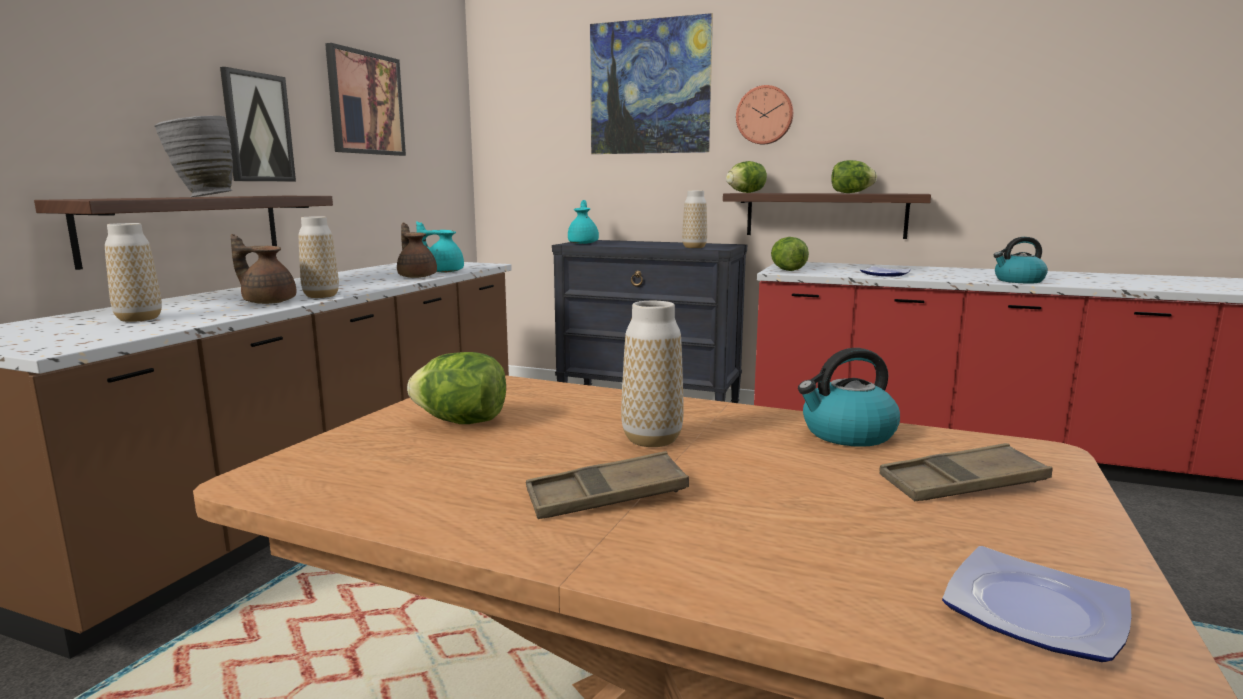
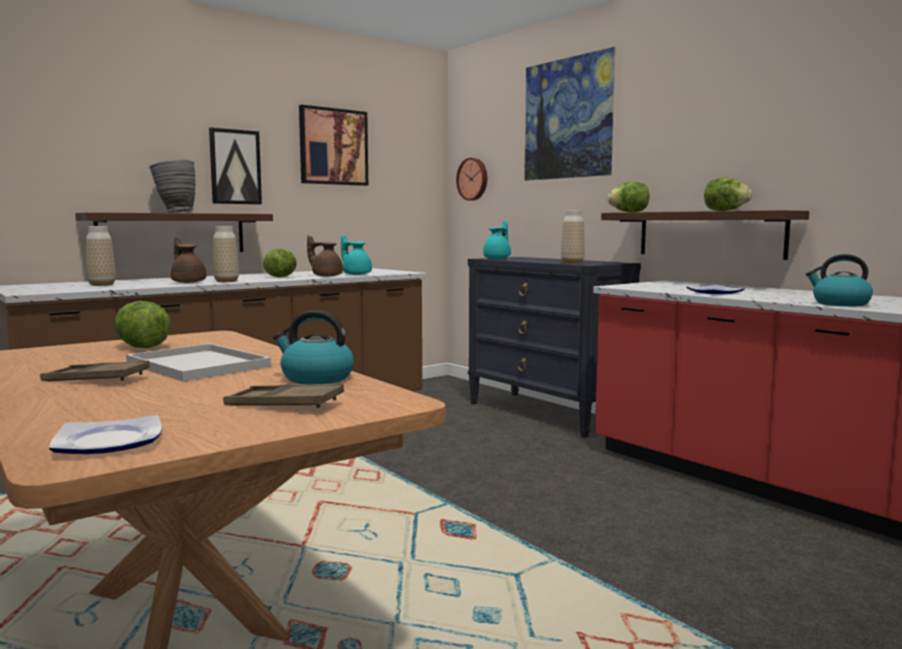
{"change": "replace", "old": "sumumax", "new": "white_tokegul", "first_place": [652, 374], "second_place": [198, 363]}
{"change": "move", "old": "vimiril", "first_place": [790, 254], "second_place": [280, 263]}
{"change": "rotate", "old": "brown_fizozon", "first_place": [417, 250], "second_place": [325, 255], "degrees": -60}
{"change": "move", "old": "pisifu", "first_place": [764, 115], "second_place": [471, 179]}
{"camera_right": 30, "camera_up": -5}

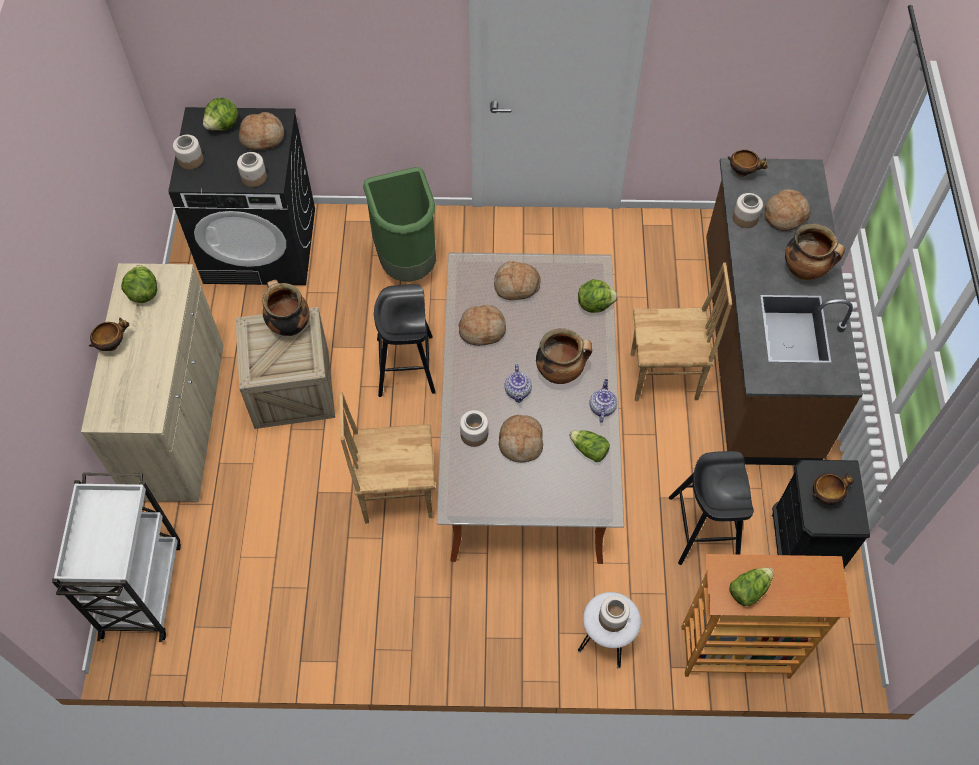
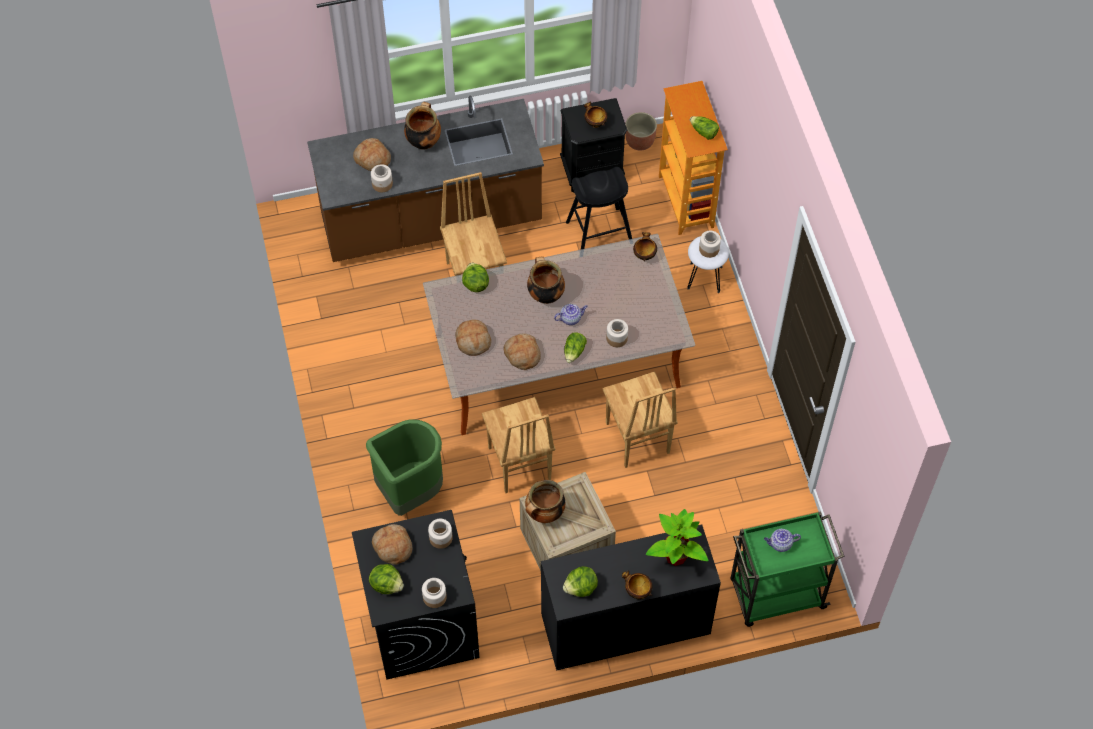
{"change": "replace", "old": "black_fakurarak", "new": "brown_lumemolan", "first_place": [405, 340], "second_place": [518, 445]}
{"change": "recolor", "old": "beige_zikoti", "new": "black_zikoti", "first_place": [152, 382], "second_place": [631, 597]}
{"change": "move", "old": "vimiril", "first_place": [589, 446], "second_place": [575, 347]}
{"change": "insert", "new": "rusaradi", "second_place": [641, 131]}
{"change": "move", "old": "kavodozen", "first_place": [748, 163], "second_place": [645, 246]}
{"change": "insert", "new": "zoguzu", "second_place": [677, 537]}
{"change": "recolor", "old": "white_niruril", "new": "green_niruril", "first_place": [116, 557], "second_place": [787, 569]}
{"change": "move", "old": "fizozon", "first_place": [603, 401], "second_place": [782, 540]}
{"change": "delete", "old": "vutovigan", "first_place": [521, 439]}
{"camera_right": -105, "camera_up": 0}

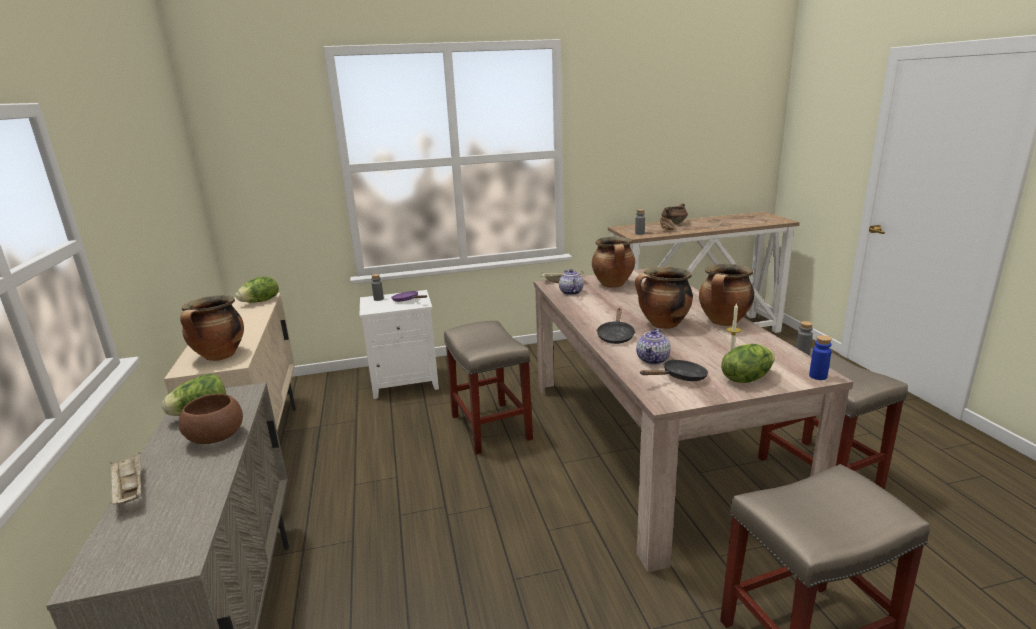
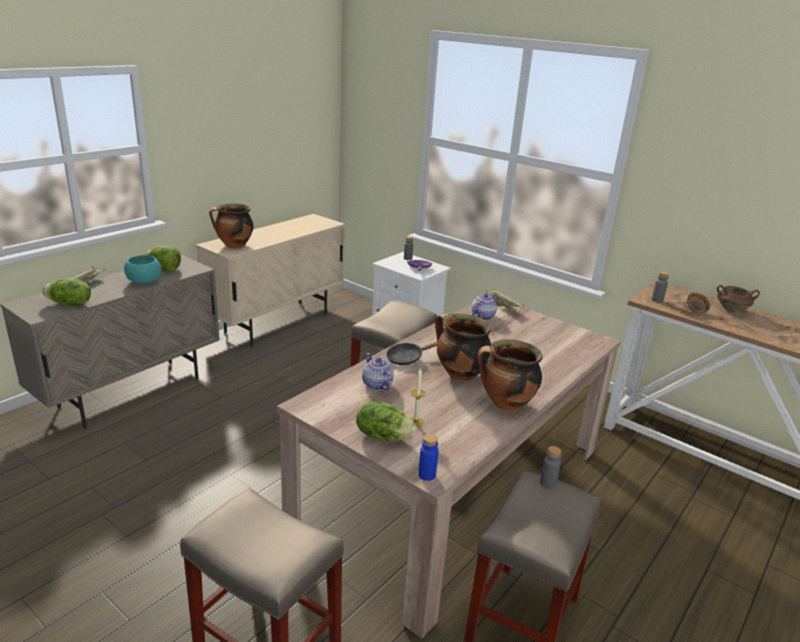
{"change": "move", "old": "vimiril", "first_place": [257, 290], "second_place": [66, 292]}
{"change": "recolor", "old": "brown_kavodozen", "new": "turquoise_kavodozen", "first_place": [211, 419], "second_place": [142, 269]}
{"change": "rotate", "old": "fizozon", "first_place": [653, 346], "second_place": [378, 371], "degrees": 75}
{"change": "delete", "old": "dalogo", "first_place": [613, 262]}
{"change": "delete", "old": "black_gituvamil", "first_place": [674, 370]}
{"camera_right": 50, "camera_up": 5}

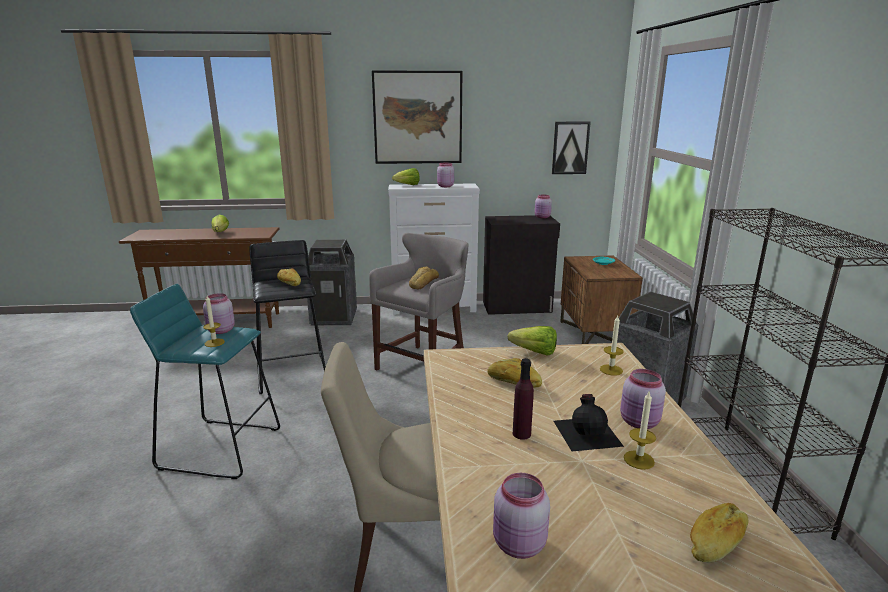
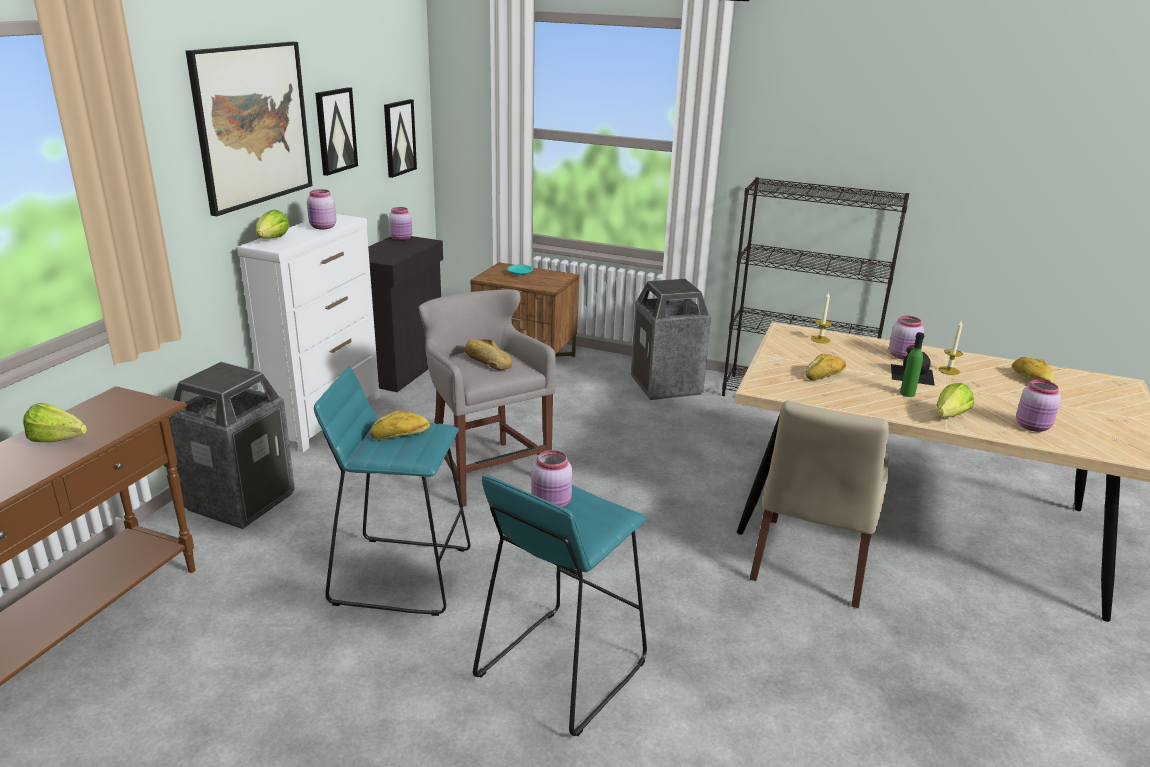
{"change": "recolor", "old": "black_fakurarak", "new": "turquoise_fakurarak", "first_place": [287, 317], "second_place": [392, 491]}
{"change": "insert", "new": "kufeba", "second_place": [336, 131]}
{"change": "recolor", "old": "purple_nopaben", "new": "green_nopaben", "first_place": [523, 399], "second_place": [912, 364]}
{"change": "move", "old": "vimiril", "first_place": [532, 341], "second_place": [955, 400]}
{"change": "delete", "old": "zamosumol", "first_place": [214, 321]}
{"camera_right": -65, "camera_up": 5}

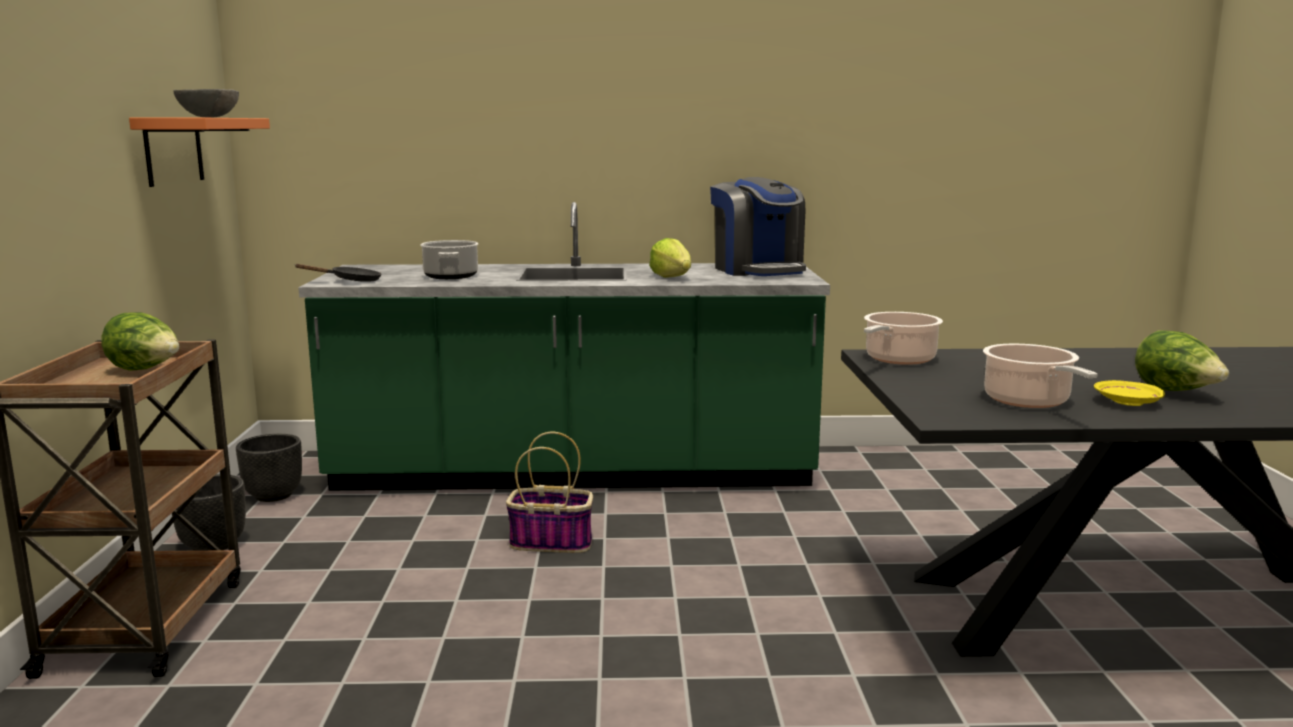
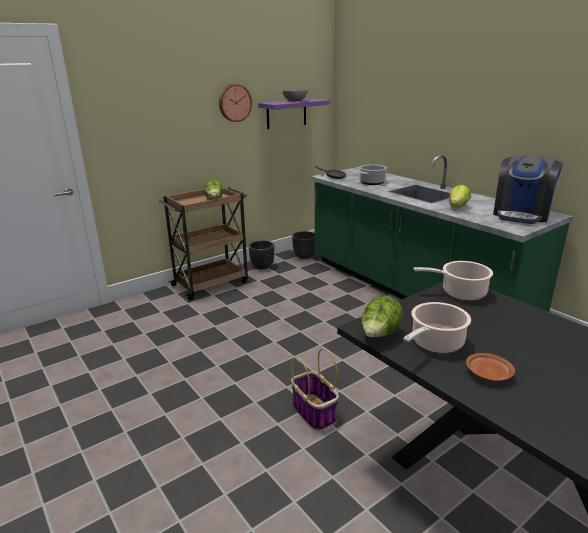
{"change": "insert", "new": "pisifu", "second_place": [235, 103]}
{"change": "recolor", "old": "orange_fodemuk", "new": "purple_fodemuk", "first_place": [199, 152], "second_place": [294, 114]}
{"change": "move", "old": "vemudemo", "first_place": [549, 492], "second_place": [315, 389]}
{"change": "move", "old": "vimiril", "first_place": [1182, 361], "second_place": [382, 316]}
{"change": "recolor", "old": "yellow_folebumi", "new": "brown_folebumi", "first_place": [1129, 393], "second_place": [490, 367]}
{"camera_right": 55, "camera_up": 10}

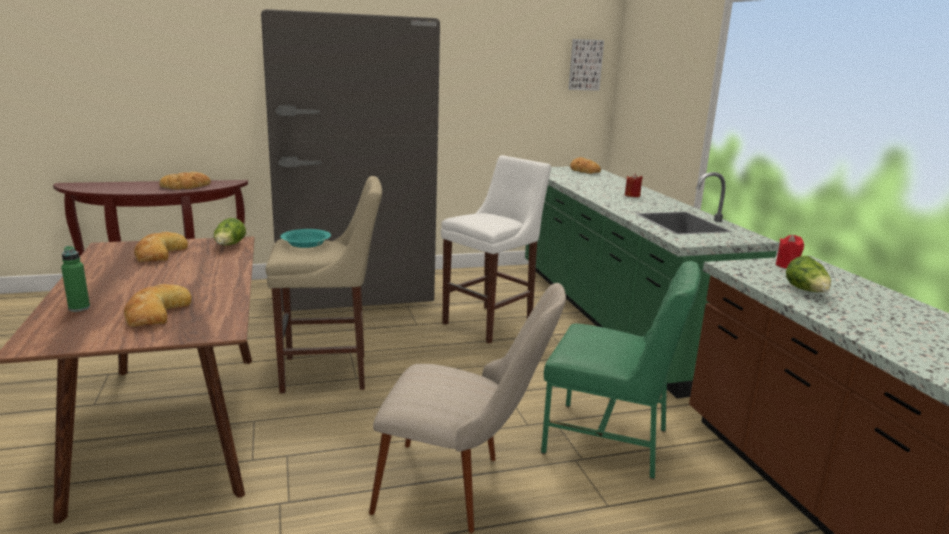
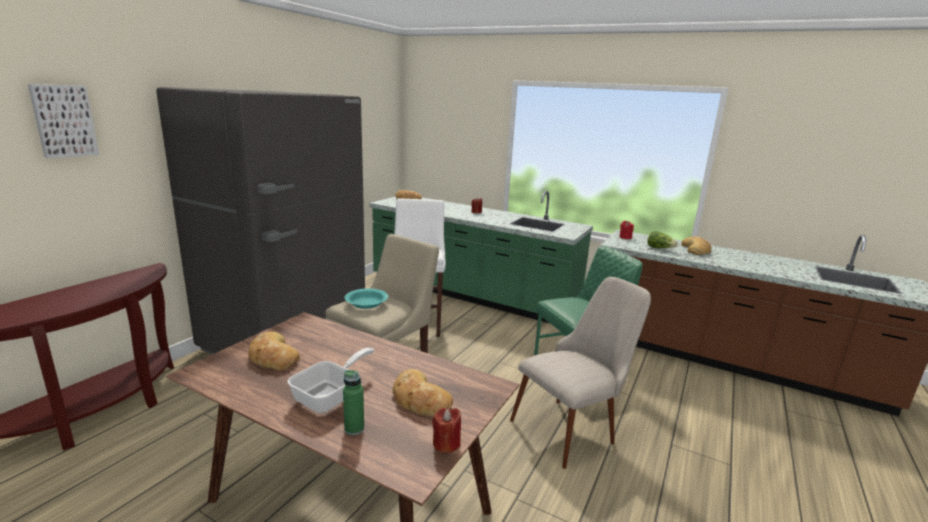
{"change": "move", "old": "kufeba", "first_place": [586, 65], "second_place": [63, 121]}
{"change": "insert", "new": "gituvamil", "second_place": [331, 380]}
{"change": "insert", "new": "red_zamosumol", "second_place": [446, 430]}
{"change": "move", "old": "vutovigan", "first_place": [185, 181], "second_place": [696, 245]}
{"change": "delete", "old": "vimiril", "first_place": [229, 232]}
{"camera_right": -45, "camera_up": 0}

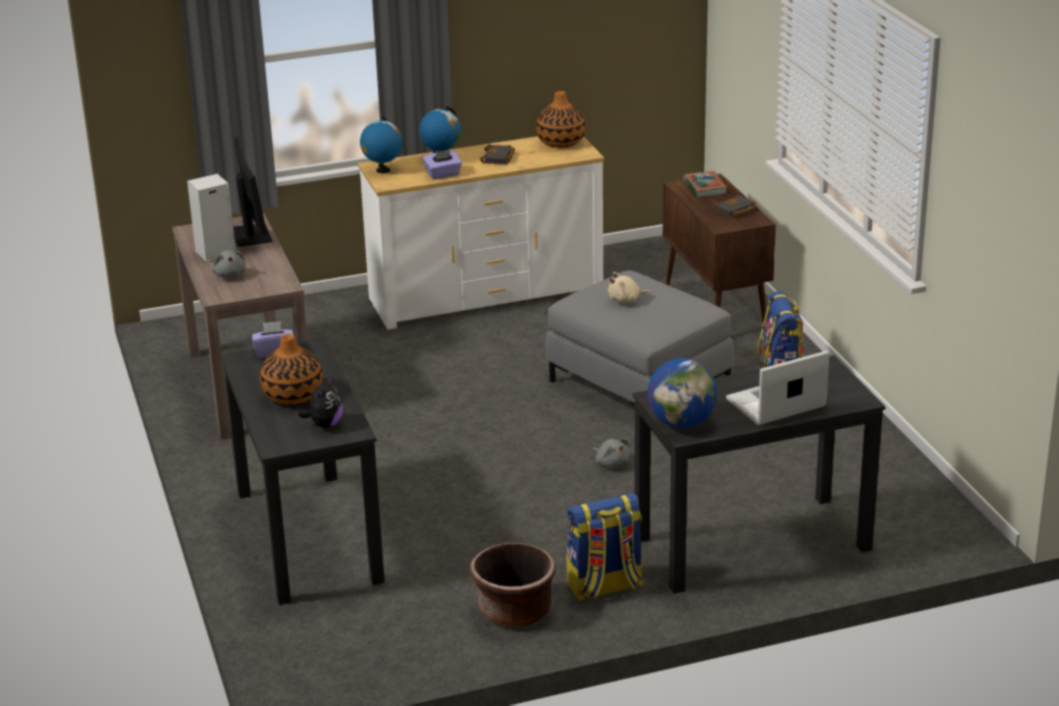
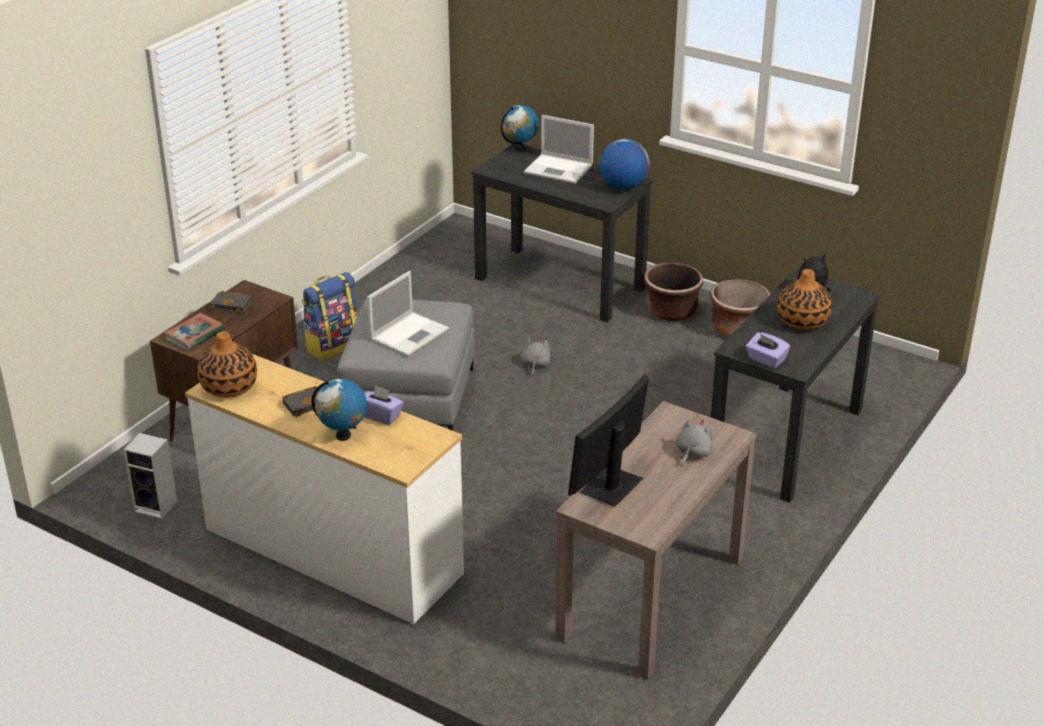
{"change": "move", "old": "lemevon", "first_place": [211, 218], "second_place": [150, 476]}
{"change": "replace", "old": "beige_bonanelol", "new": "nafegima", "first_place": [629, 288], "second_place": [408, 314]}
{"change": "move", "old": "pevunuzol", "first_place": [381, 144], "second_place": [520, 128]}
{"change": "replace", "old": "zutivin", "new": "brown_rusaradi", "first_place": [604, 547], "second_place": [673, 292]}
{"camera_right": -130, "camera_up": 5}

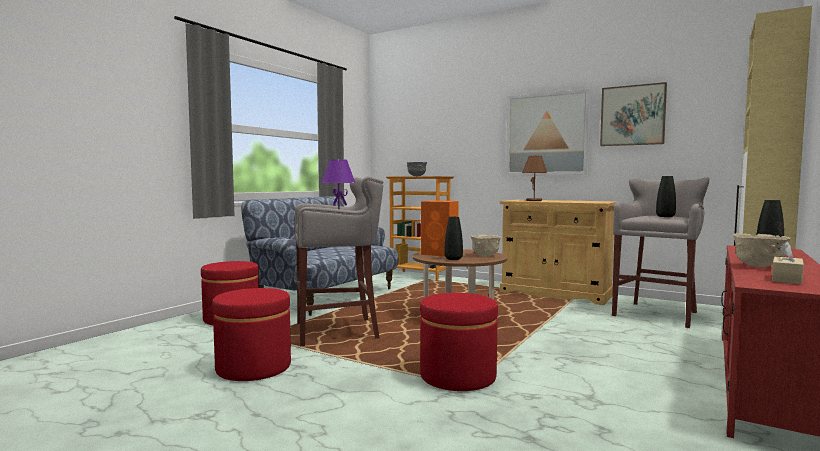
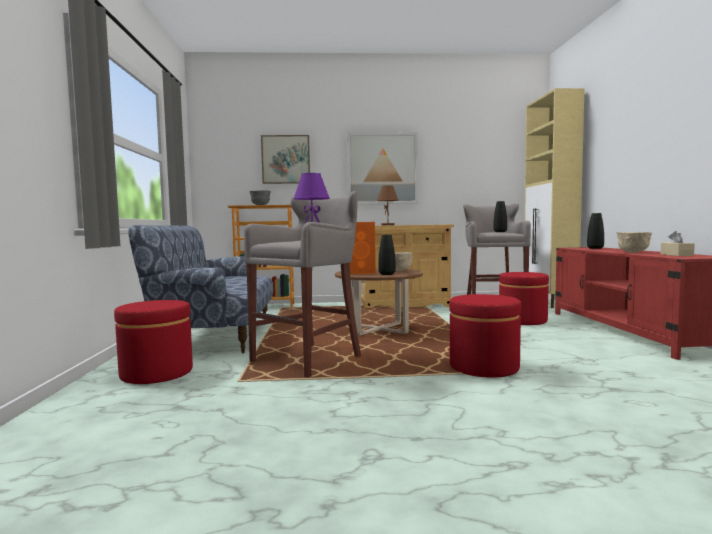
{"change": "move", "old": "kufeba", "first_place": [633, 114], "second_place": [285, 159]}
{"change": "move", "old": "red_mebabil", "first_place": [251, 334], "second_place": [524, 298]}
{"camera_right": -35, "camera_up": 0}

